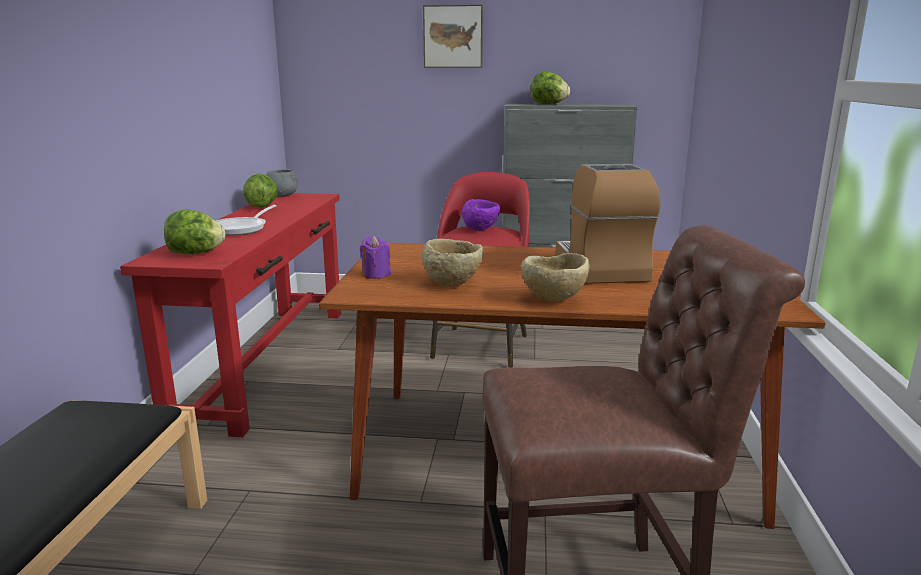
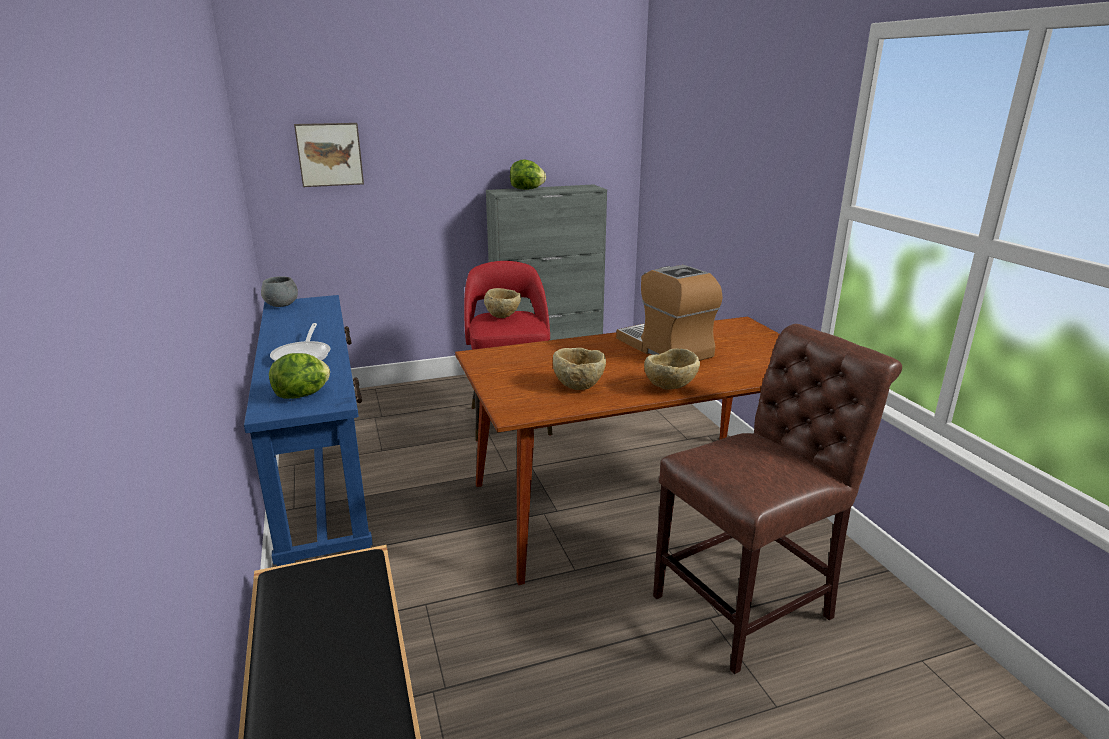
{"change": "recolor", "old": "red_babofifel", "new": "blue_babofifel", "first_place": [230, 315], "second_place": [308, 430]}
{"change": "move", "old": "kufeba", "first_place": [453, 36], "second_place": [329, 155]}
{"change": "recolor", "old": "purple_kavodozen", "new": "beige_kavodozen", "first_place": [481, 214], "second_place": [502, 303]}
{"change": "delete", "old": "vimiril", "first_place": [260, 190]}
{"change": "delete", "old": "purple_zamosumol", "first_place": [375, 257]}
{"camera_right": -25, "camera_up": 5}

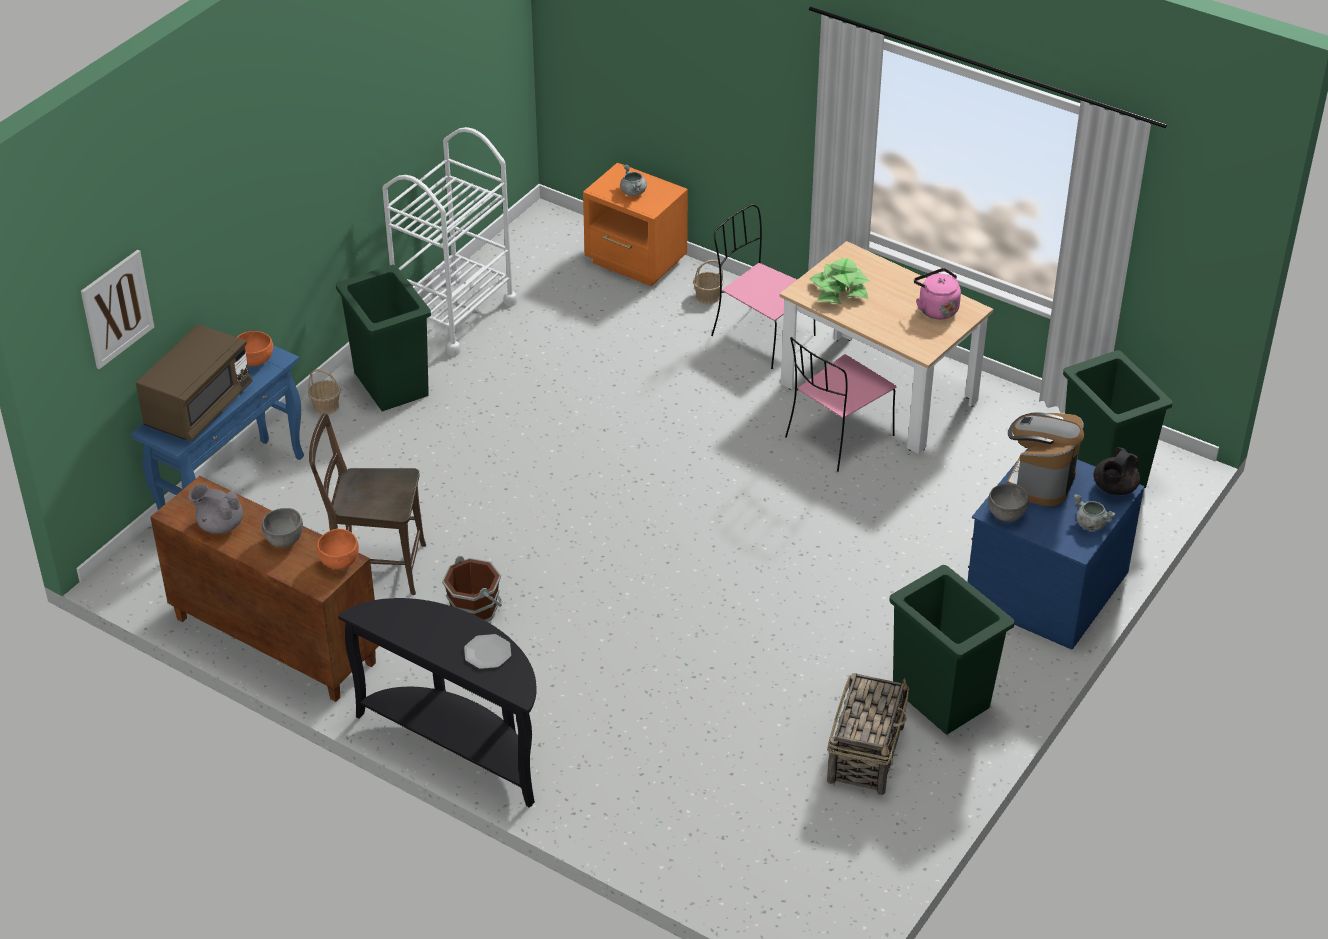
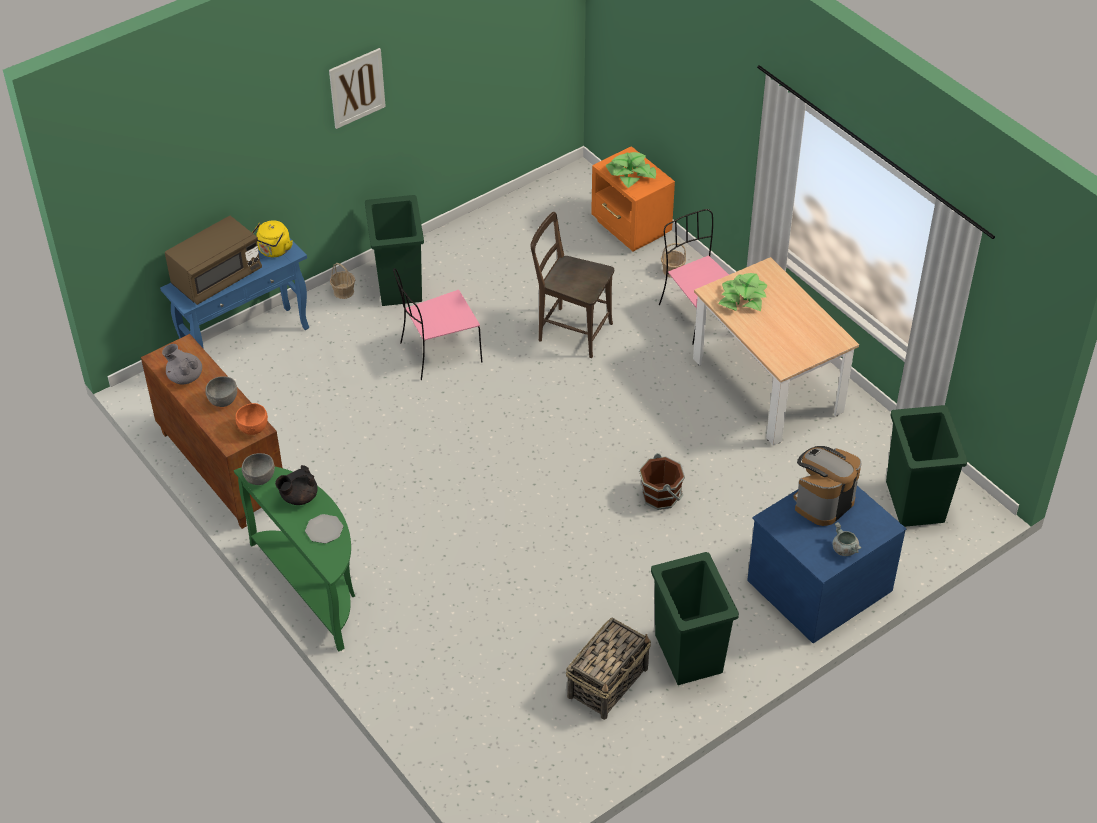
{"change": "recolor", "old": "black_babofifel", "new": "green_babofifel", "first_place": [437, 703], "second_place": [294, 559]}
{"change": "move", "old": "grey_kavodozen", "first_place": [1008, 502], "second_place": [258, 469]}
{"change": "replace", "old": "orange_kavodozen", "new": "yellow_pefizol", "first_place": [255, 348], "second_place": [272, 238]}
{"change": "move", "old": "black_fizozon", "first_place": [1116, 471], "second_place": [296, 485]}
{"change": "move", "old": "kufeba", "first_place": [117, 309], "second_place": [357, 88]}
{"change": "move", "old": "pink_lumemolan", "first_place": [841, 404], "second_place": [437, 324]}
{"change": "move", "old": "brown_lumemolan", "first_place": [367, 504], "second_place": [572, 285]}
{"change": "replace", "old": "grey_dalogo", "new": "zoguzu", "first_place": [633, 180], "second_place": [631, 170]}
{"change": "move", "old": "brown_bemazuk", "first_place": [472, 589], "second_place": [662, 481]}
{"change": "delete", "old": "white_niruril", "first_place": [449, 241]}
{"change": "delete", "old": "pink_pefizol", "first_place": [937, 293]}
{"camera_right": 20, "camera_up": 5}

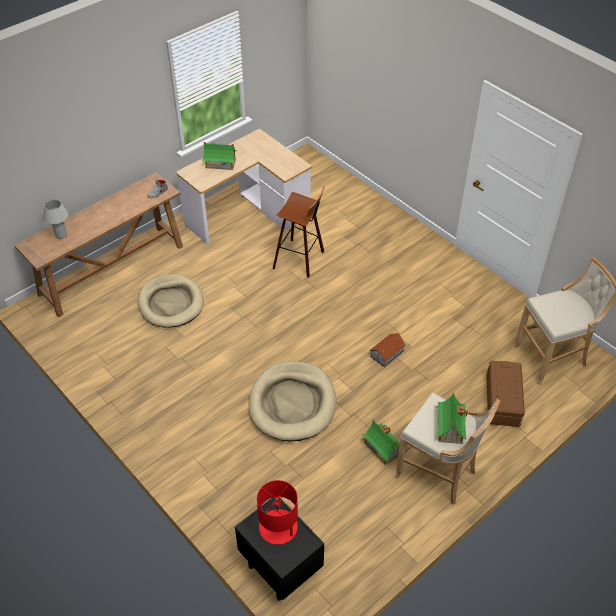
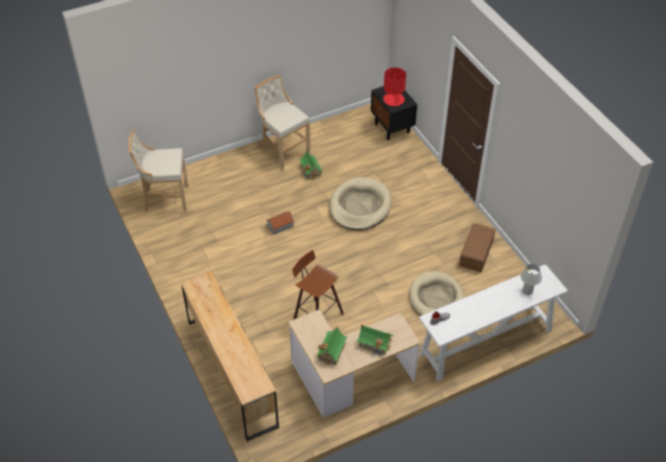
{"change": "insert", "new": "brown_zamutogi", "second_place": [230, 356]}
{"change": "move", "old": "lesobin", "first_place": [452, 418], "second_place": [332, 346]}
{"change": "recolor", "old": "brown_babofifel", "new": "white_babofifel", "first_place": [98, 245], "second_place": [493, 323]}
{"change": "move", "old": "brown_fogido", "first_place": [505, 394], "second_place": [477, 247]}
{"camera_right": -165, "camera_up": 0}

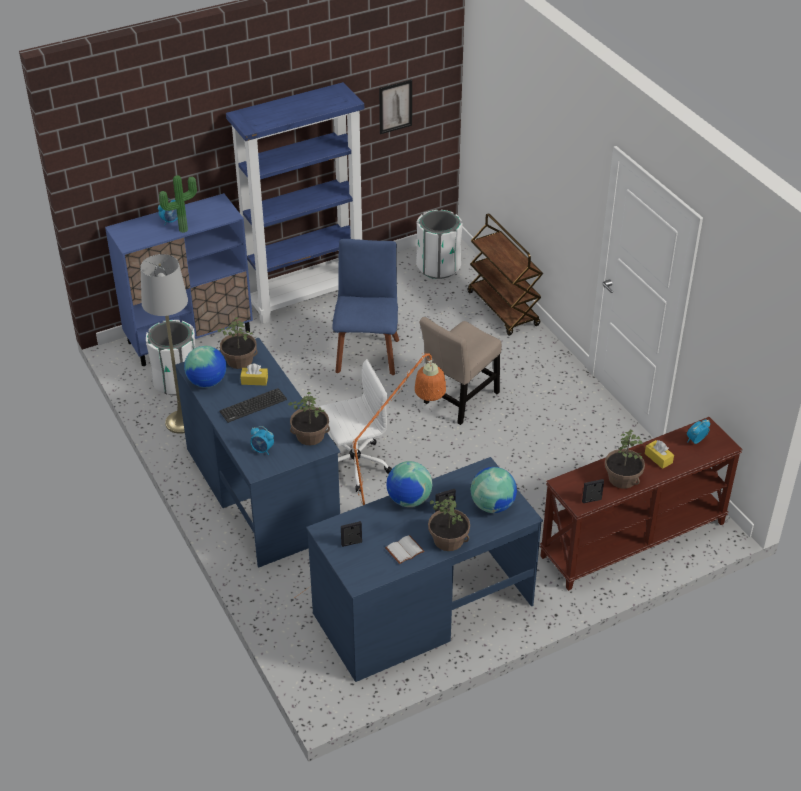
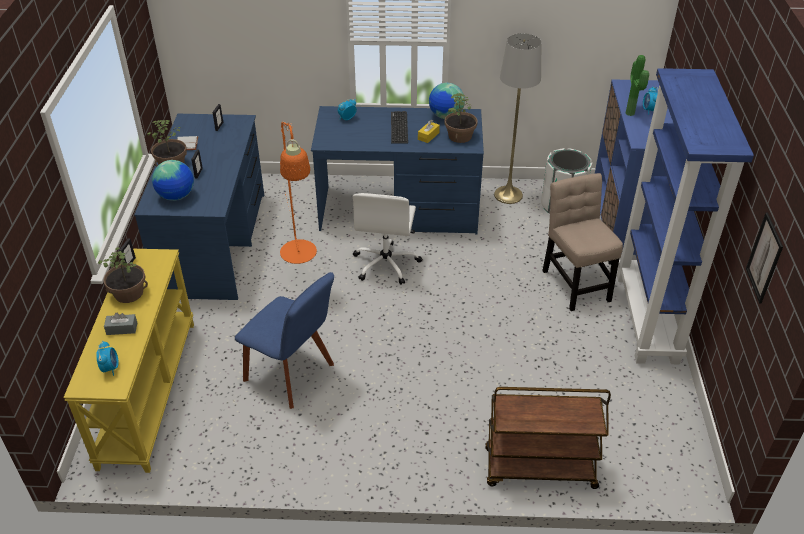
{"change": "recolor", "old": "brown_babofifel", "new": "yellow_babofifel", "first_place": [641, 504], "second_place": [128, 361]}
{"change": "recolor", "old": "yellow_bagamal", "new": "grey_bagamal", "first_place": [659, 454], "second_place": [120, 323]}
{"change": "move", "old": "blue_lumemolan", "first_place": [366, 307], "second_place": [284, 340]}
{"change": "move", "old": "beige_lumemolan", "first_place": [461, 371], "second_place": [582, 242]}
{"change": "delete", "old": "zoguzu", "first_place": [309, 418]}
{"change": "delete", "old": "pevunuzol", "first_place": [409, 484]}
{"change": "delete", "old": "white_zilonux", "first_place": [439, 244]}
{"camera_right": 120, "camera_up": 0}

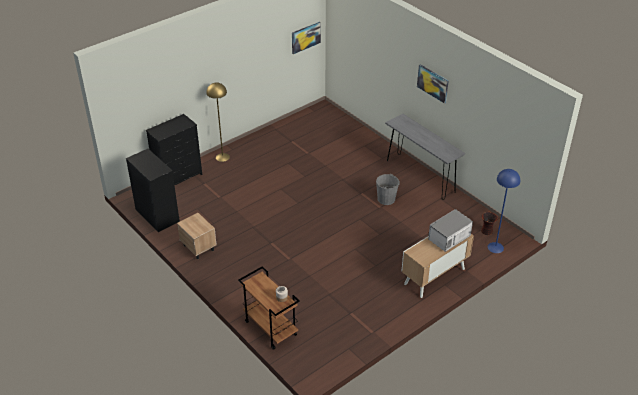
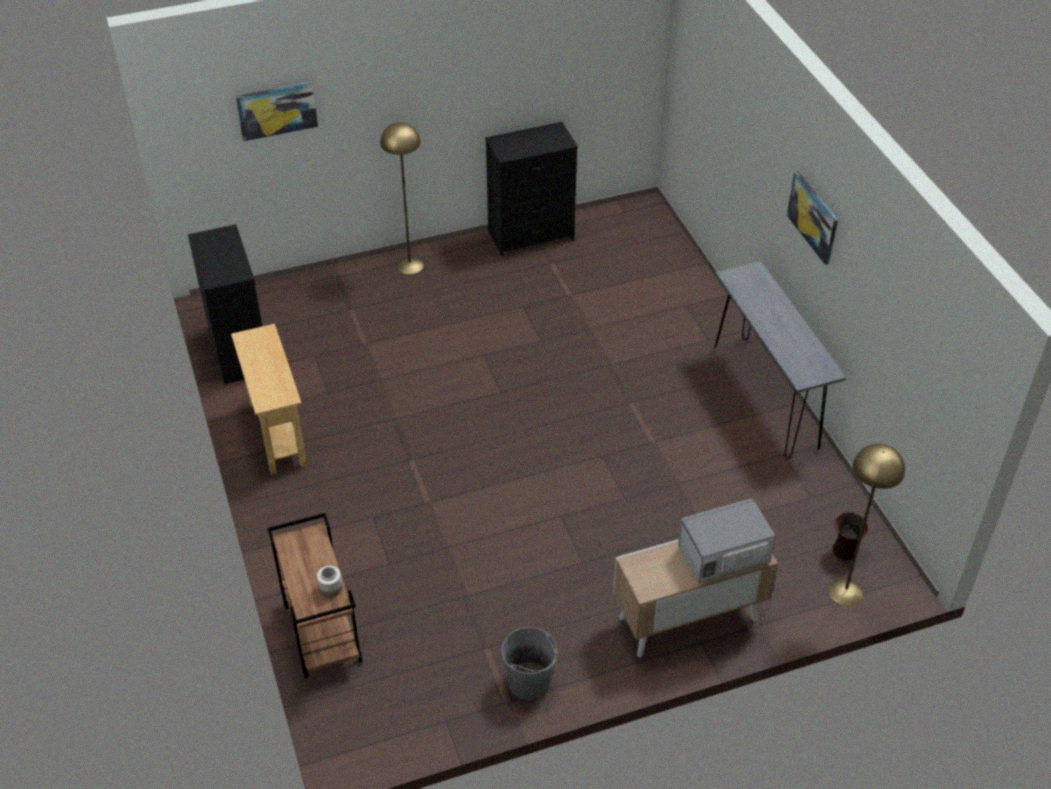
{"change": "replace", "old": "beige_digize", "new": "beige_babofifel", "first_place": [197, 236], "second_place": [269, 399]}
{"change": "move", "old": "kufeba", "first_place": [306, 38], "second_place": [276, 111]}
{"change": "move", "old": "black_zamutogi", "first_place": [174, 150], "second_place": [531, 189]}
{"change": "move", "old": "grey_bemazuk", "first_place": [388, 189], "second_place": [529, 663]}
{"change": "recolor", "old": "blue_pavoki", "new": "yellow_pavoki", "first_place": [504, 211], "second_place": [866, 525]}
{"camera_right": 20, "camera_up": 5}

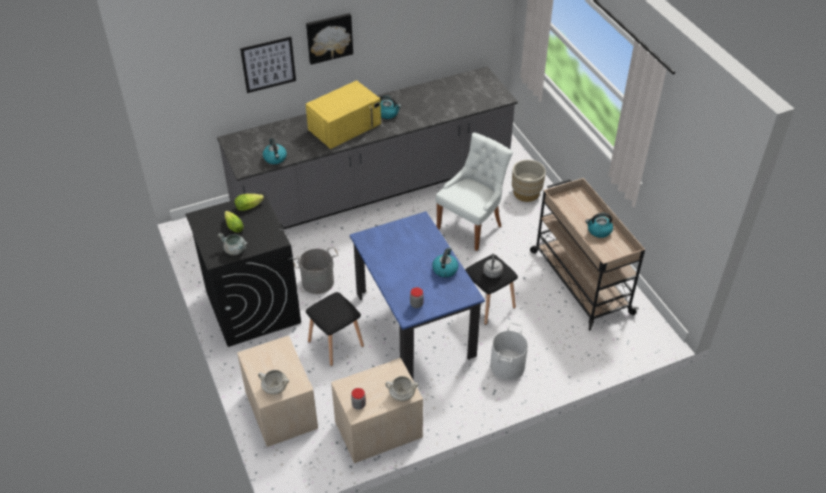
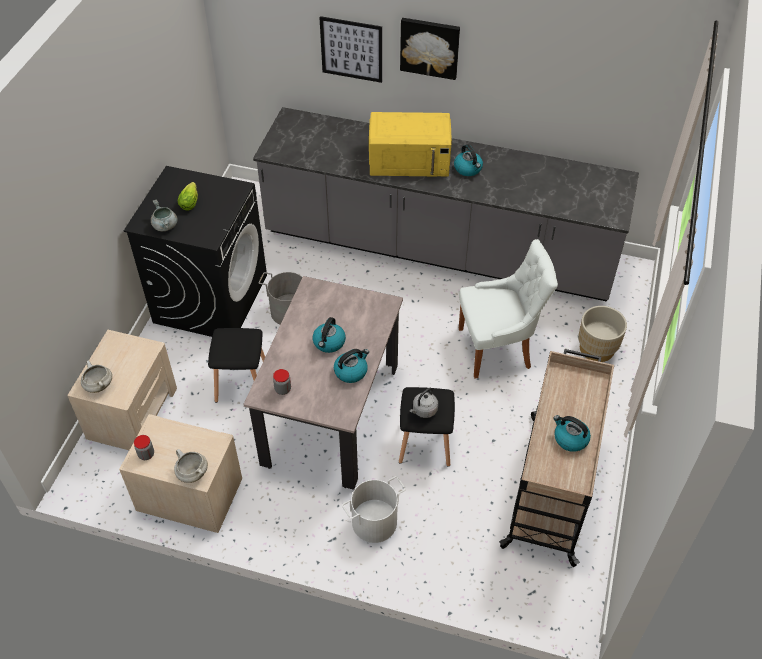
{"change": "recolor", "old": "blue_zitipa", "new": "beige_zitipa", "first_place": [417, 295], "second_place": [323, 383]}
{"change": "move", "old": "pefizol", "first_place": [275, 151], "second_place": [329, 335]}
{"change": "delete", "old": "vimiril", "first_place": [249, 202]}
{"camera_right": 40, "camera_up": 5}

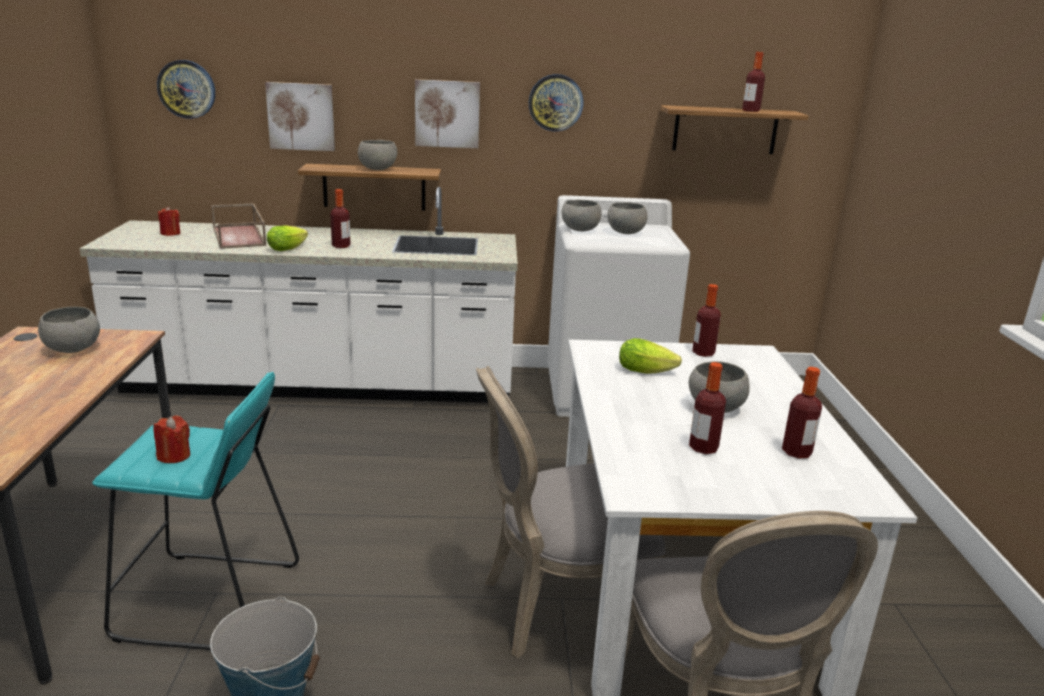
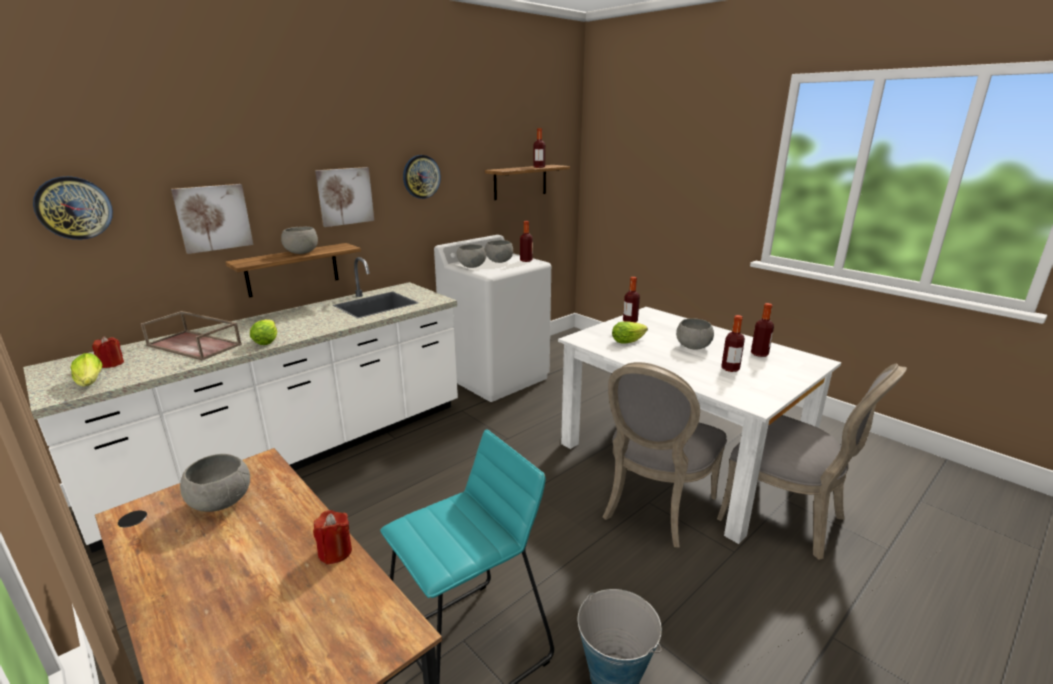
{"change": "insert", "new": "vimiril", "second_place": [86, 370]}
{"change": "move", "old": "red_zamosumol", "first_place": [171, 439], "second_place": [332, 537]}
{"change": "move", "old": "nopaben", "first_place": [340, 218], "second_place": [526, 241]}
{"camera_right": -40, "camera_up": 0}

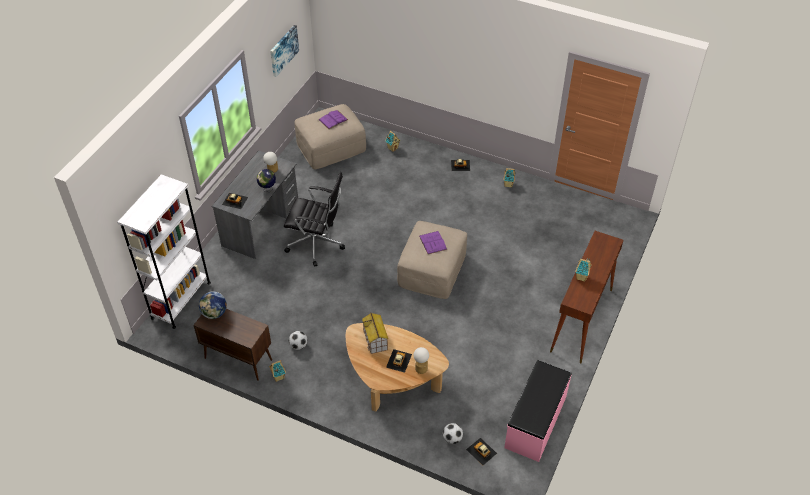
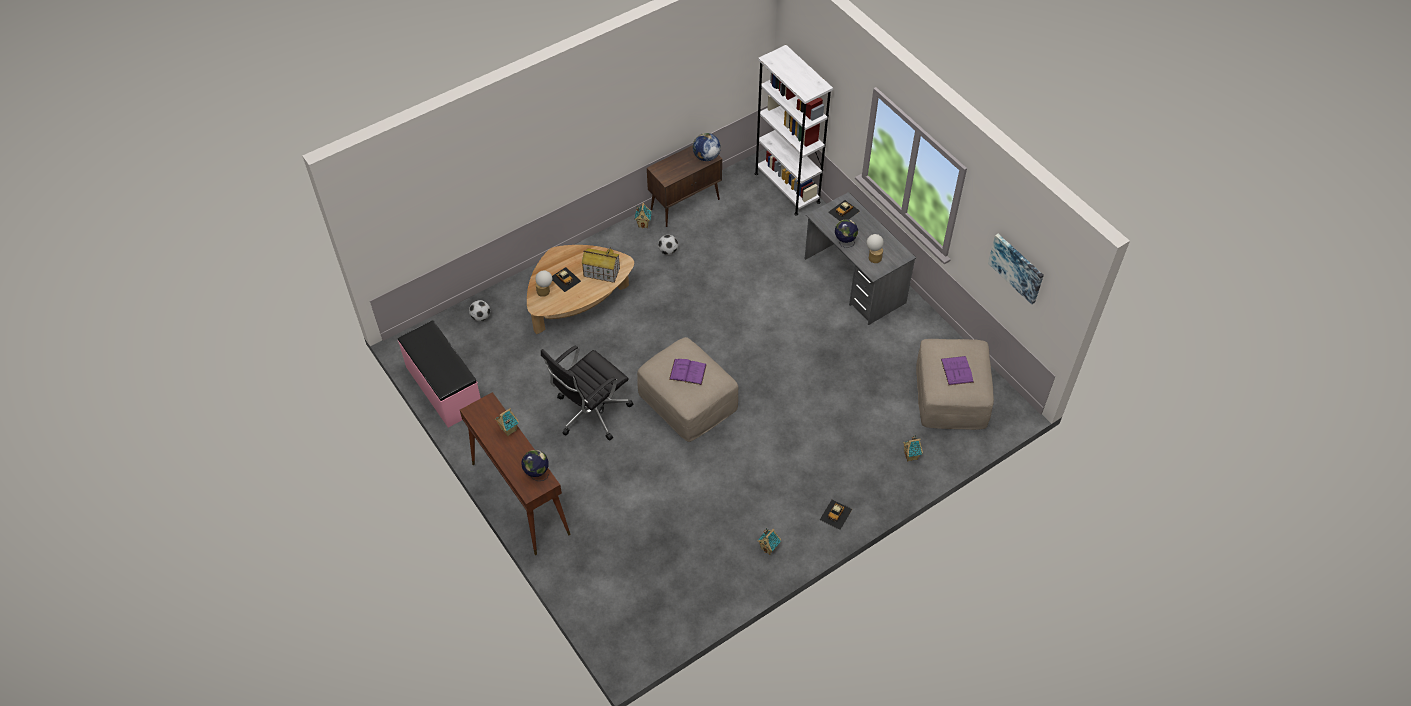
{"change": "insert", "new": "pevunuzol", "second_place": [535, 465]}
{"change": "move", "old": "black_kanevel", "first_place": [314, 219], "second_place": [587, 392]}
{"change": "delete", "old": "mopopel", "first_place": [481, 451]}
{"camera_right": 120, "camera_up": 5}

